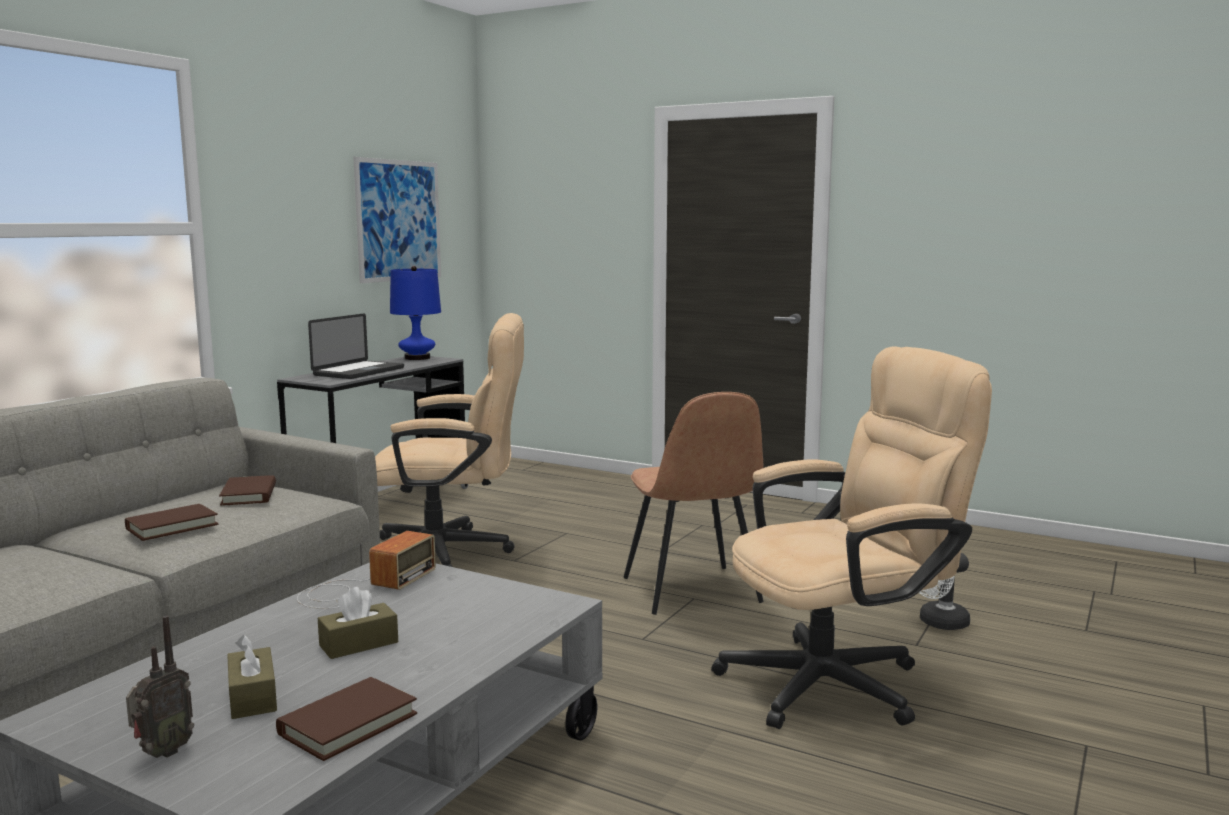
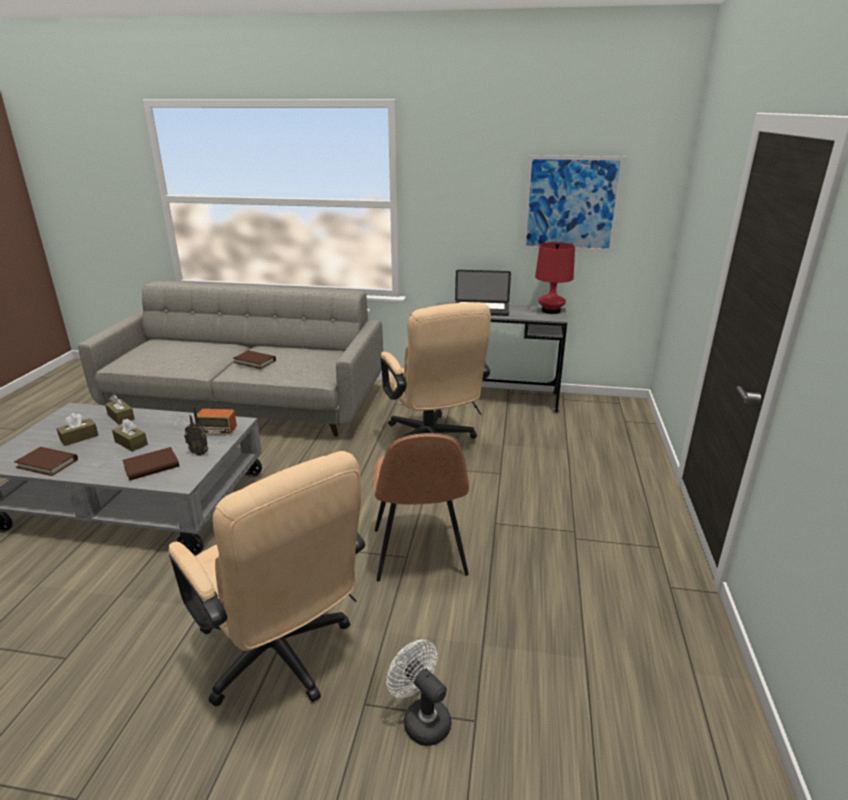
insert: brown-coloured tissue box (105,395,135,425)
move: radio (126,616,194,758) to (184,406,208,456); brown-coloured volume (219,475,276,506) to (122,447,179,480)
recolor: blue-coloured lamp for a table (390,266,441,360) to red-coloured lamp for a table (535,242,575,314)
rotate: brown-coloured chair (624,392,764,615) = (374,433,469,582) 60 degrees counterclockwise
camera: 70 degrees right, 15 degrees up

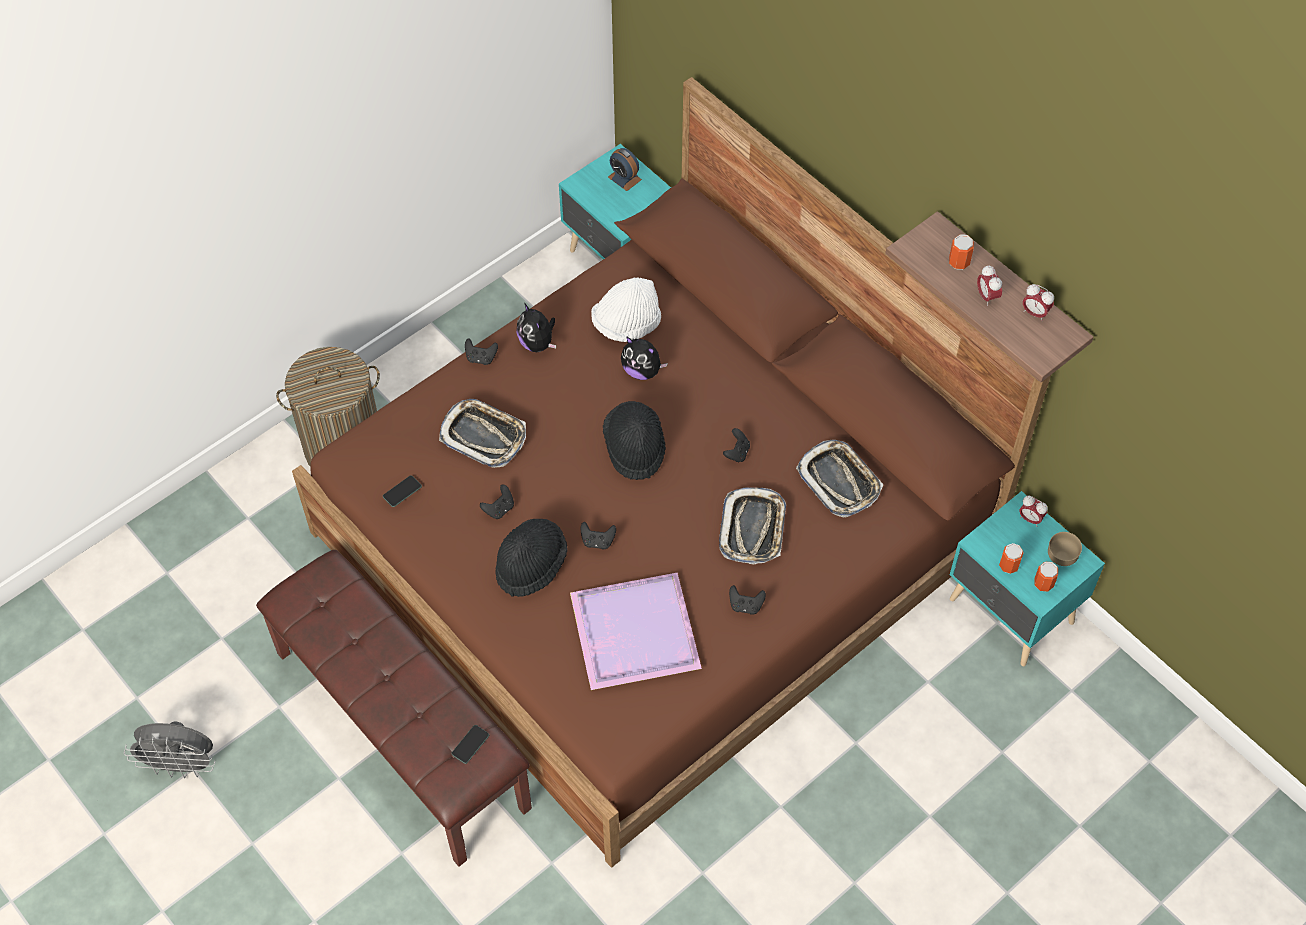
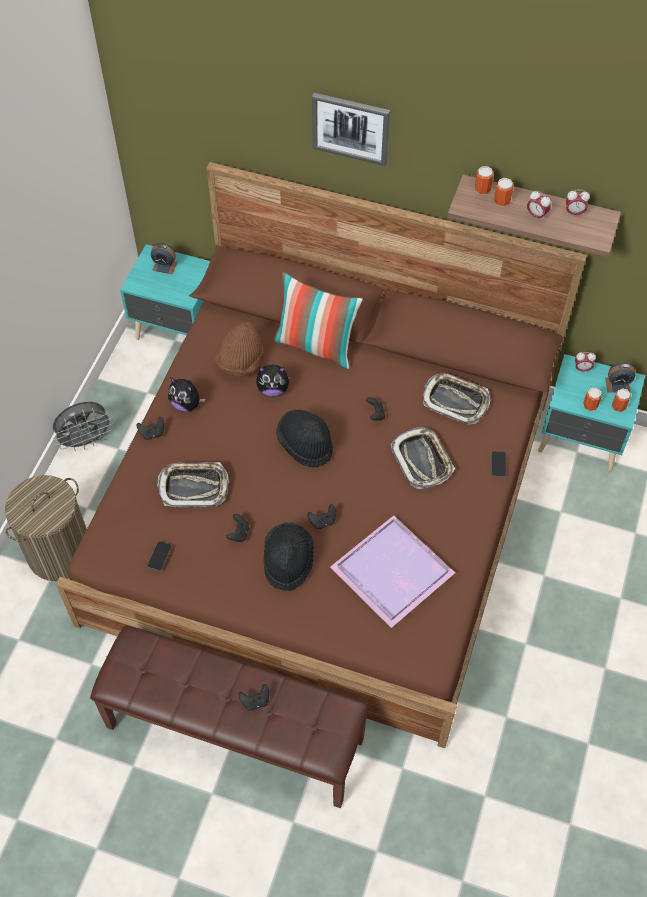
insert: throw pillow (273,272,363,369); picture (312,93,390,166); metal can (475,166,493,195)
move: greyish electric fan (124,722,215,778) to (53,402,114,452); handset (451,725,489,764) to (491,451,506,477); black gamepad (729,585,766,615) to (239,684,269,711)
replace: brown-coloured serving bowl (1048,532,1082,566) to bedside clock (605,362,636,393)
recolor: white wearable hat (591,277,661,342) to brown-coloured wearable hat (214,322,265,377)
camera: 30 degrees left, 0 degrees up

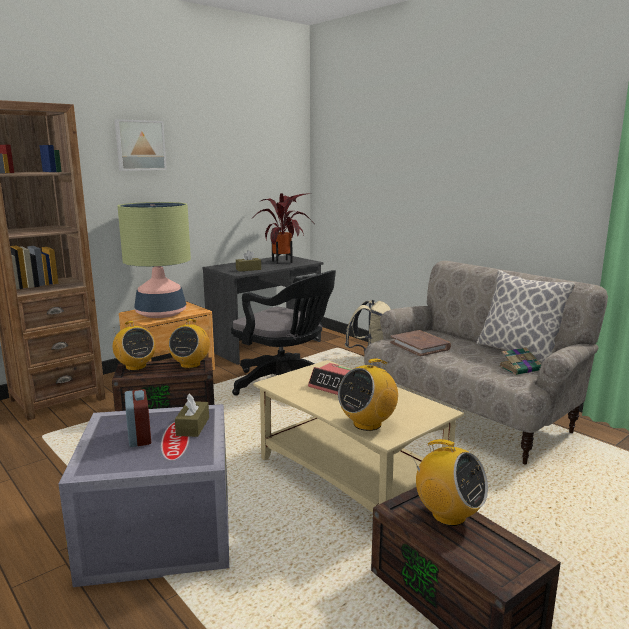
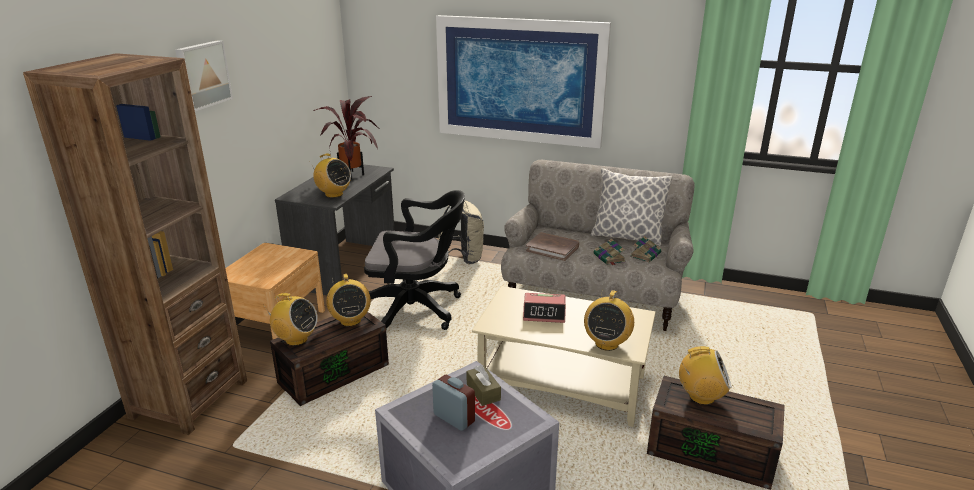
delete: lamp for a table (118,202,191,318)
insert: picture (436,15,611,148); volume (593,238,626,266)
replace: brown-coloured tissue box (236,250,261,272) to radio (313,154,351,198)
camera: 30 degrees left, 10 degrees up

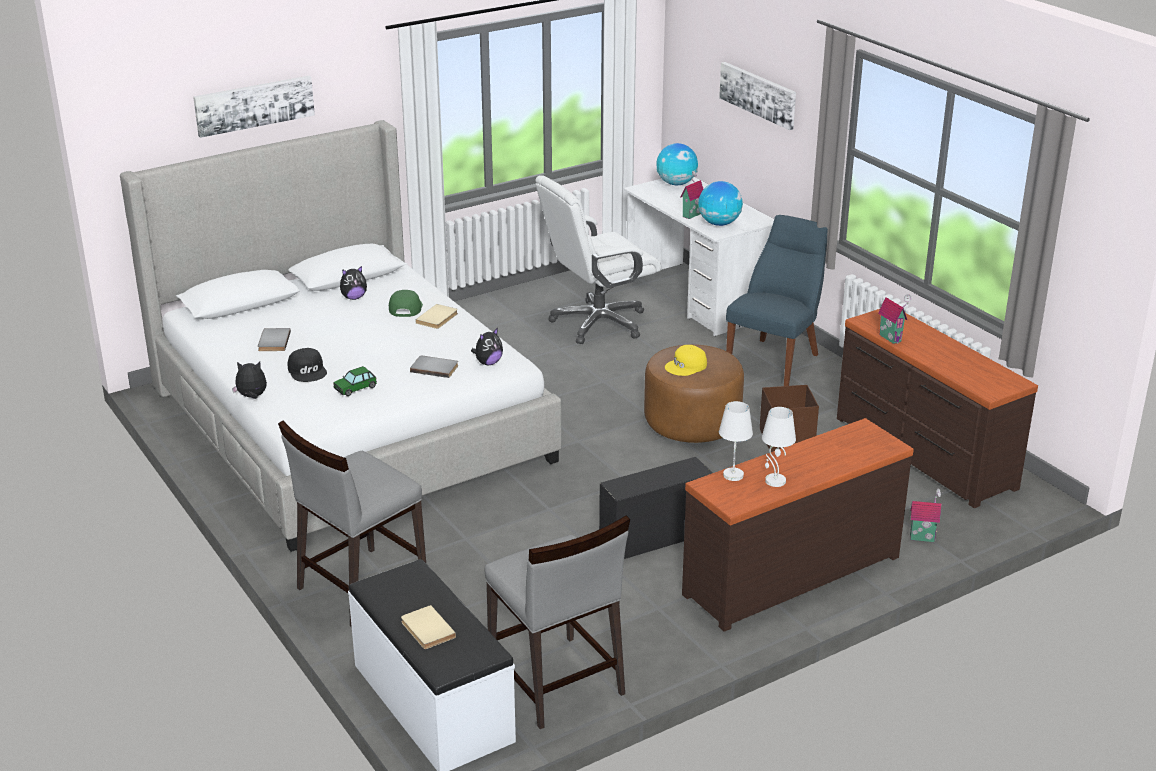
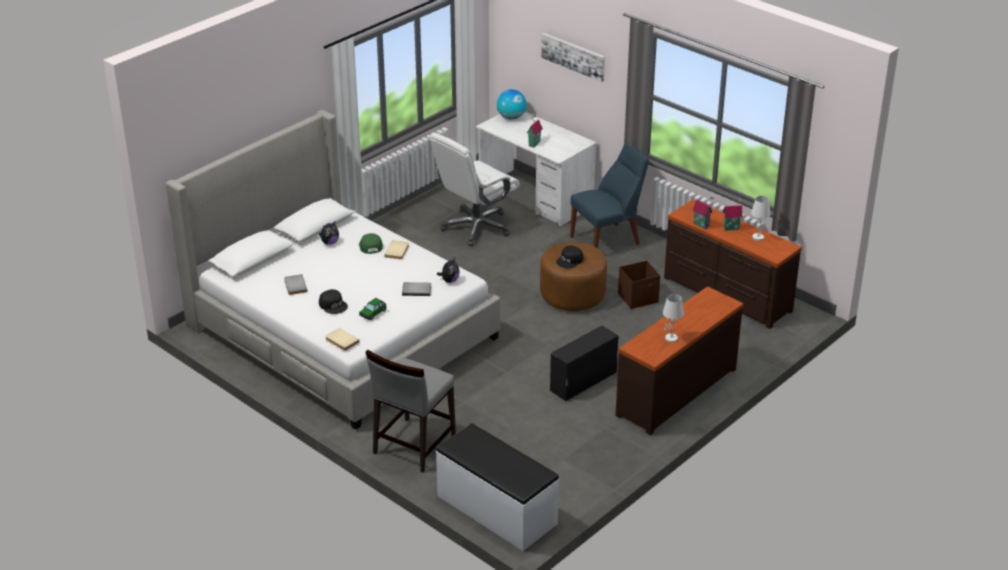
delete: picture (193,76,315,138); soft toy (232,362,267,399); greyish chair (485,515,630,729); globe (698,181,743,226)
move: sand-coloured volume (401,605,456,649) to (325,328,359,351); white lamp for a table (719,401,753,481) to (751,196,770,241); model house (910,488,943,542) to (723,197,742,231)
recolor: yellowish peaked cap (665,345,707,376) to black peaked cap (556,246,583,268)
rotate: blue-coloured chair (726,215,828,386) = (570,143,649,248) 45 degrees clockwise
camera: 15 degrees left, 5 degrees up

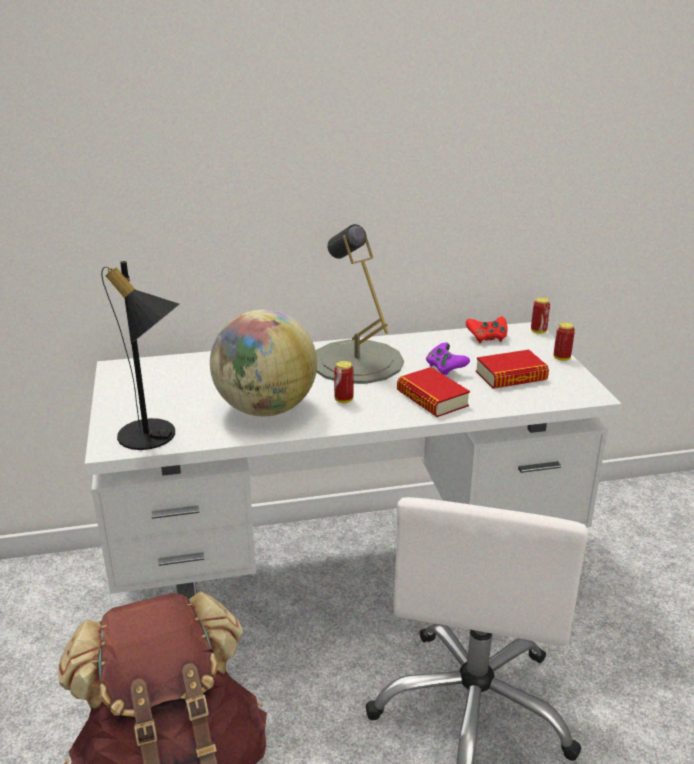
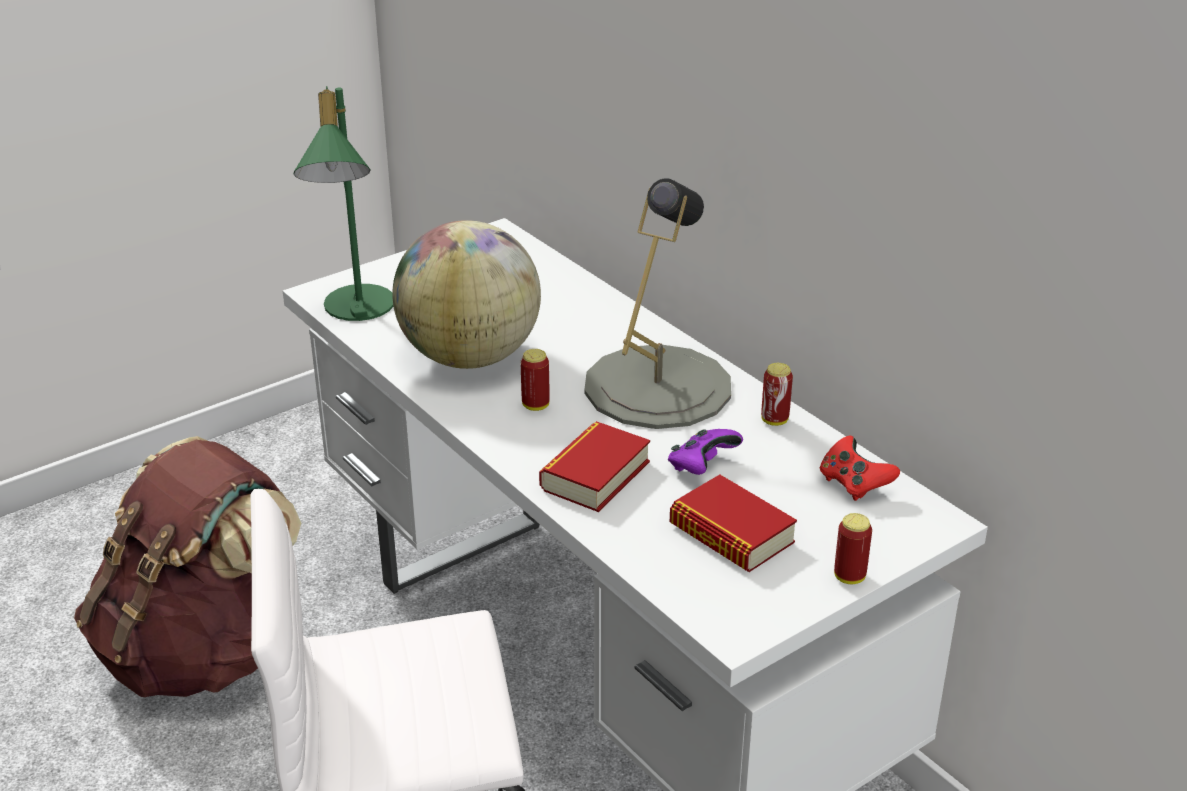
move: metal can (531,297,550,334) to (761,363,793,426)
recolor: black lamp for a table (101,261,179,450) to green-coloured lamp for a table (293,86,393,321)
camera: 65 degrees right, 5 degrees up

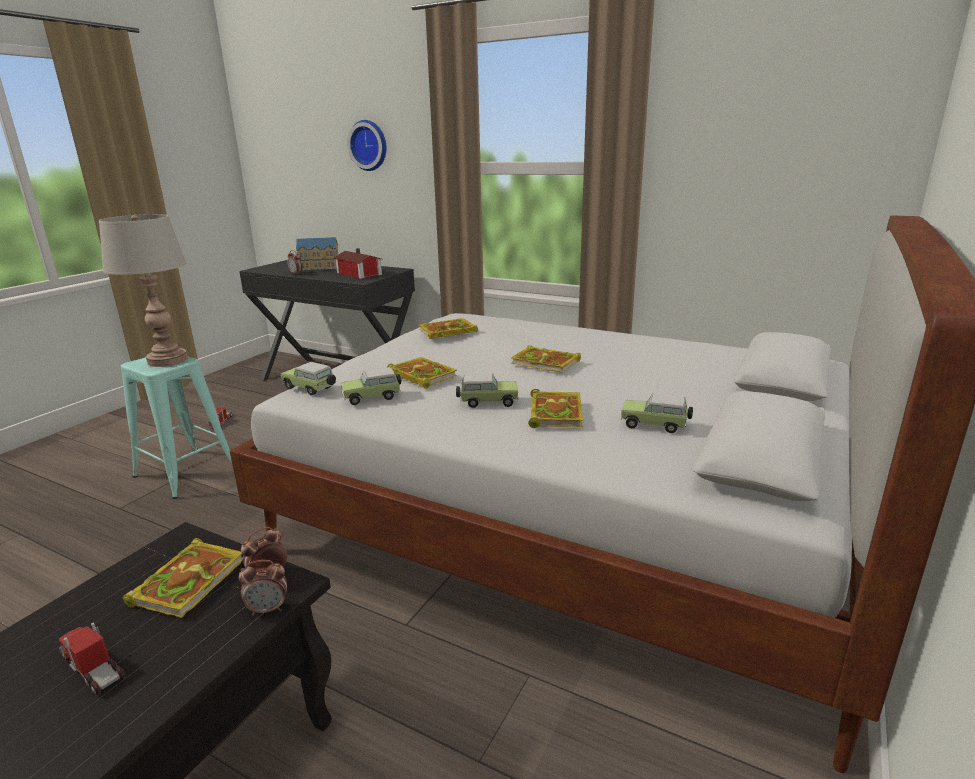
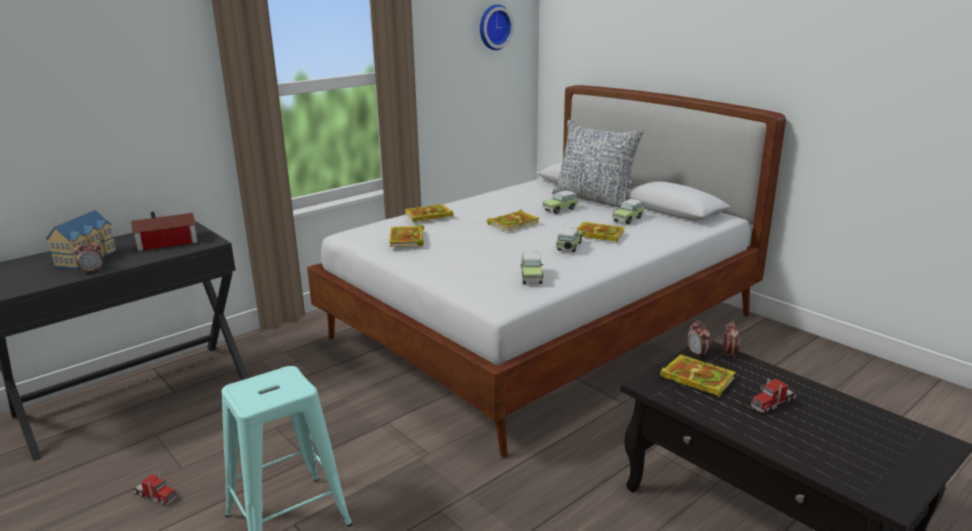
delete: greyish lamp for a table (99,214,188,367)
insert: throw pillow (552,120,644,208)
move: miniature car (280,362,336,395) to (543,190,578,214); clock on the wall (347,120,386,171) to (480,4,514,50); volume (387,357,457,389) to (405,204,454,222)
camera: 70 degrees left, 0 degrees up

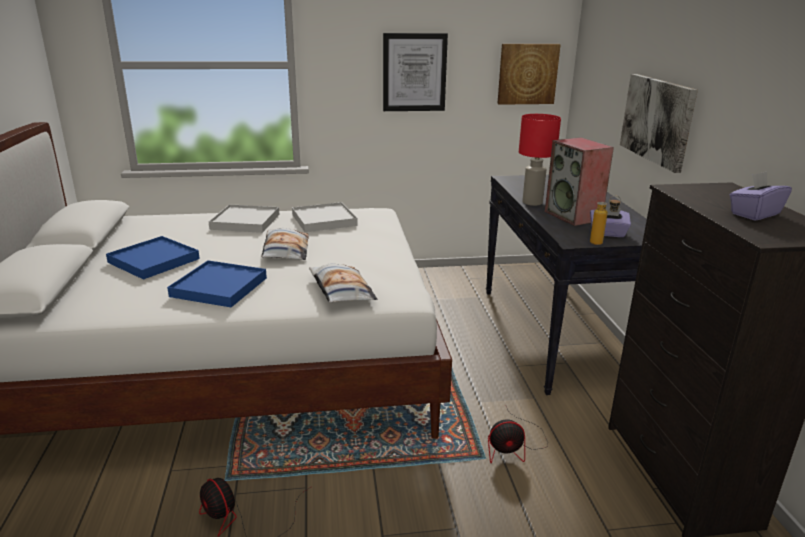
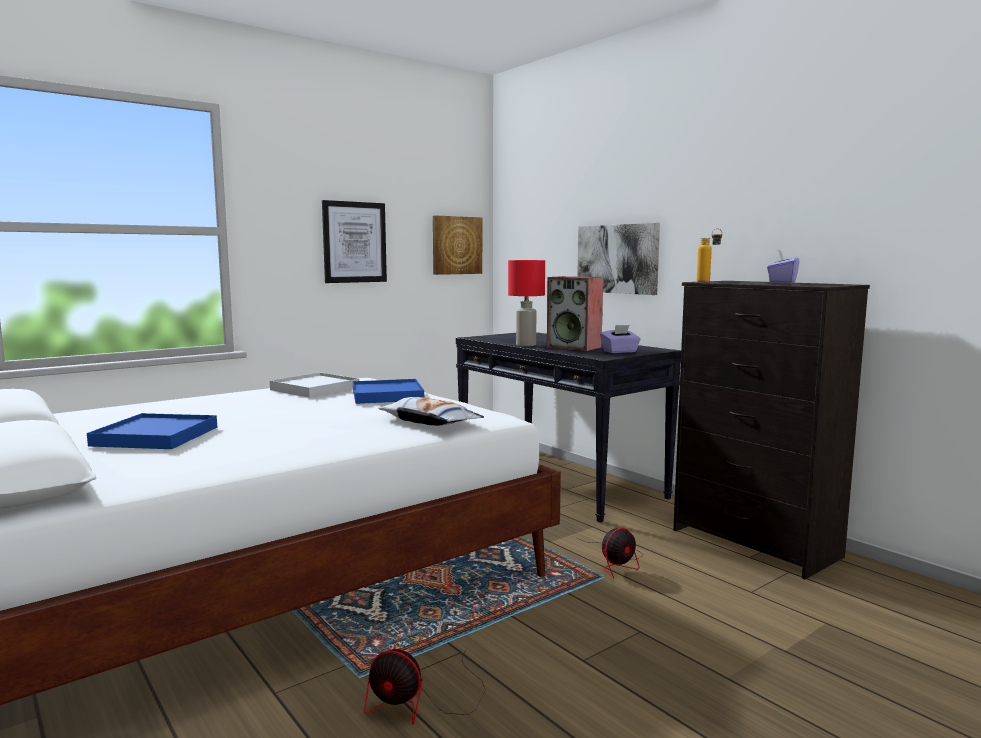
delete: white serving tray (209,204,280,233); throw pillow (261,228,309,260)
move: blue-coloured serving tray (167,260,267,307) to (353,379,424,404); drink bottle (590,196,621,245) to (697,228,722,282)
camera: 30 degrees left, 15 degrees down

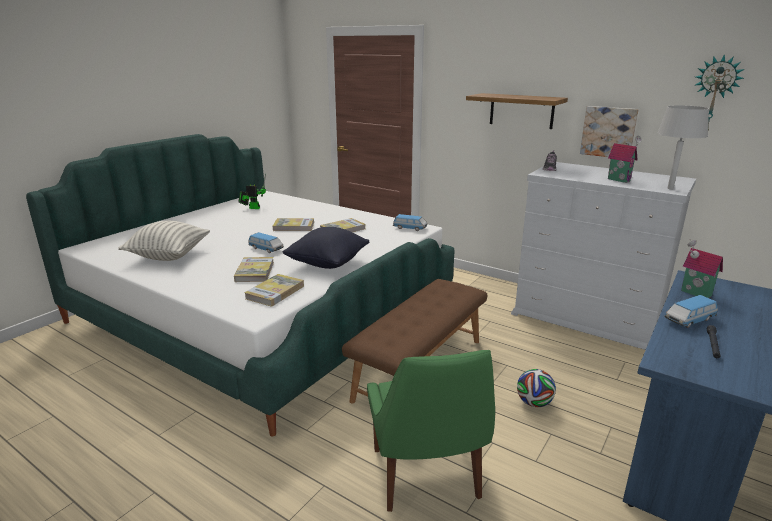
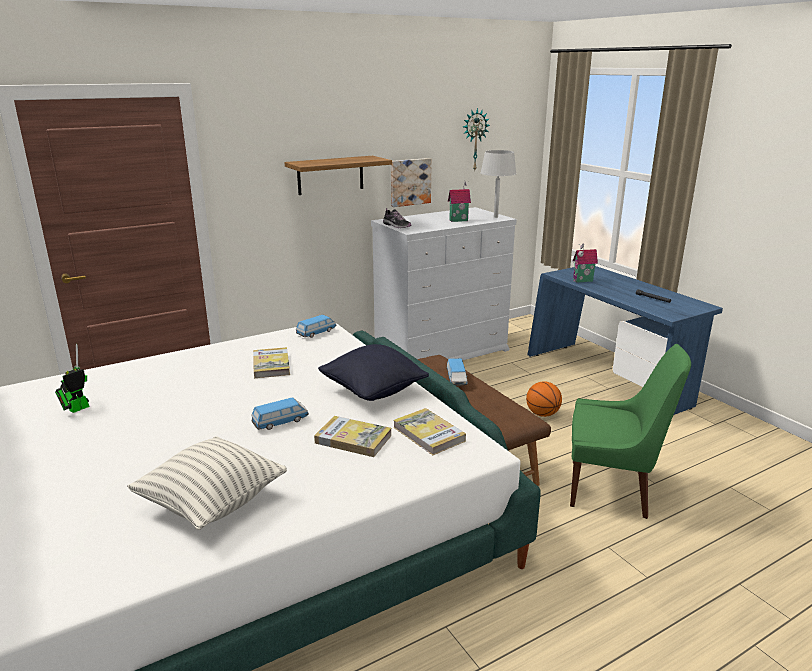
delete: volume (273,218,314,231)
move: miniature car (664,295,718,328) to (446,358,468,385)
replace: ball for football (517,369,556,407) to basketball ball (526,381,562,417)
camera: 65 degrees left, 0 degrees up

